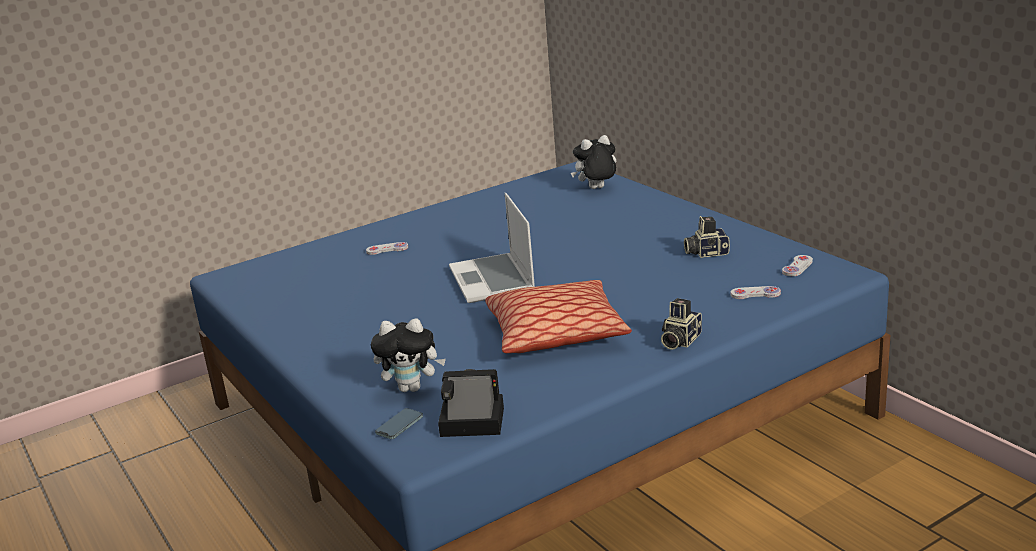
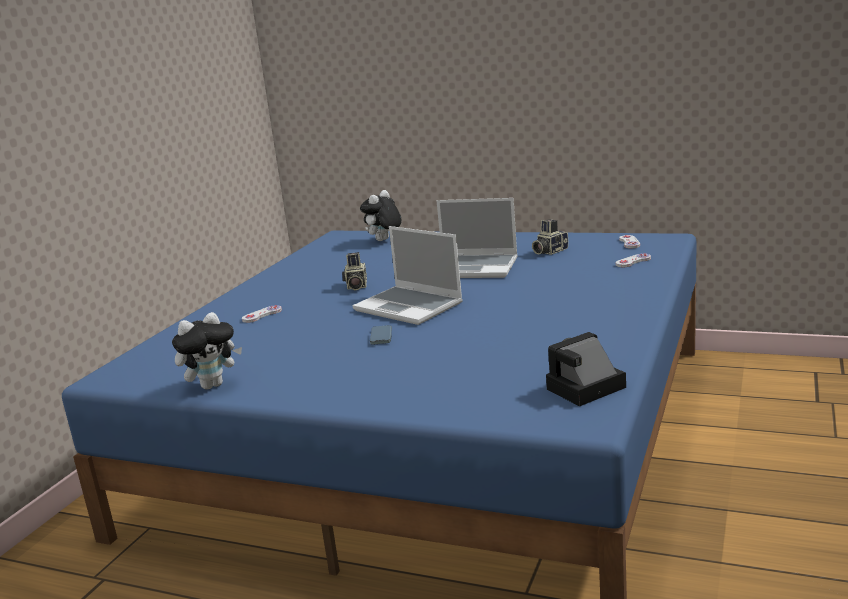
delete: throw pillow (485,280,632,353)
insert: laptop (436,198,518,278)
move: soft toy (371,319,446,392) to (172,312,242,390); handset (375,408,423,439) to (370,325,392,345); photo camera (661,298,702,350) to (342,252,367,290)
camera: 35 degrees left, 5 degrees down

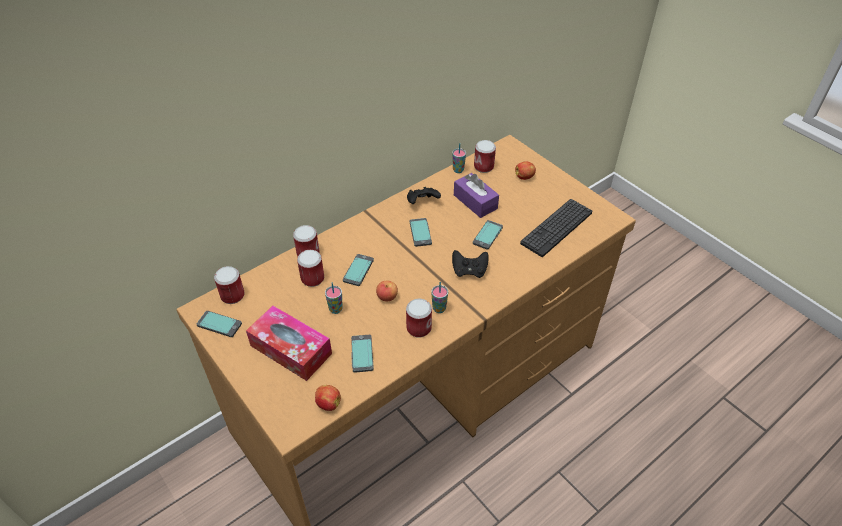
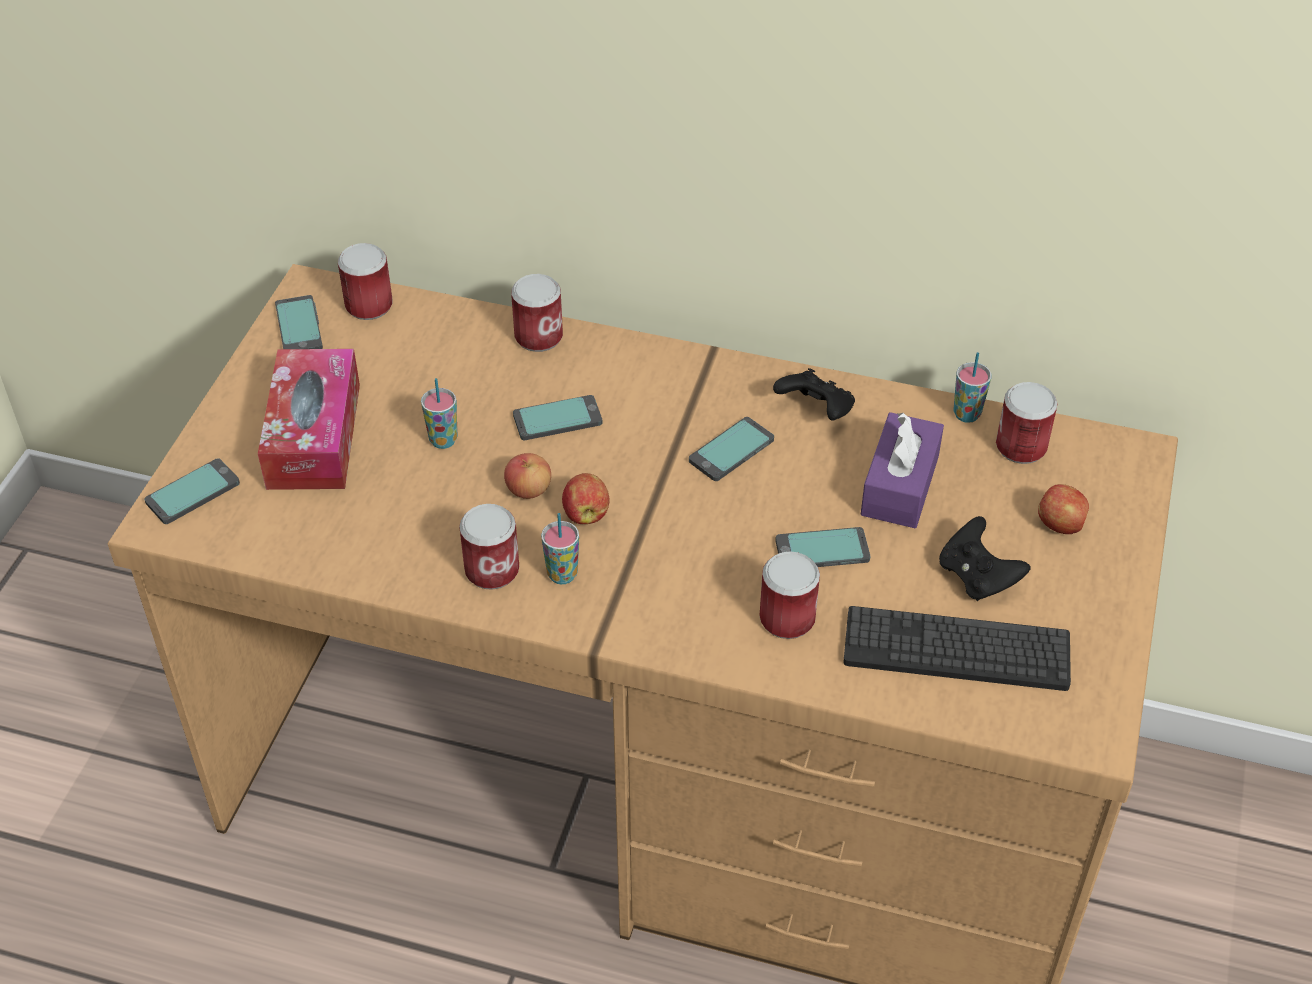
move: metal can (297,250,324,287) to (759,551,820,639); apple fruit (315,385,341,411) to (562,473,610,524); handset (351,335,374,373) to (144,458,240,524); black gamepad (452,250,489,278) to (939,516,1031,601)
camera: 55 degrees right, 0 degrees up

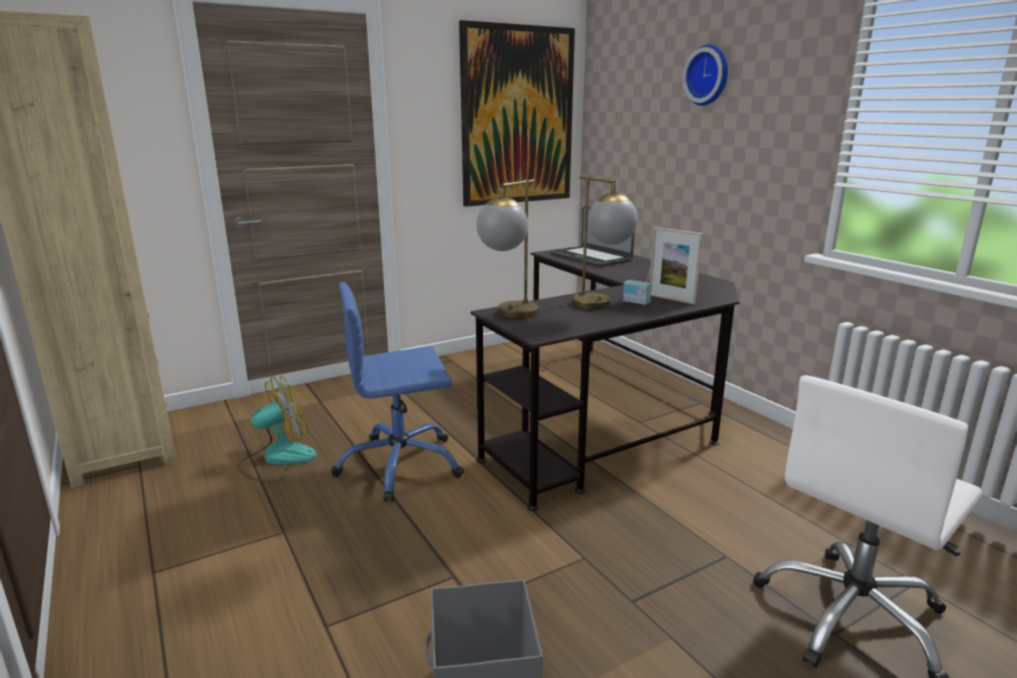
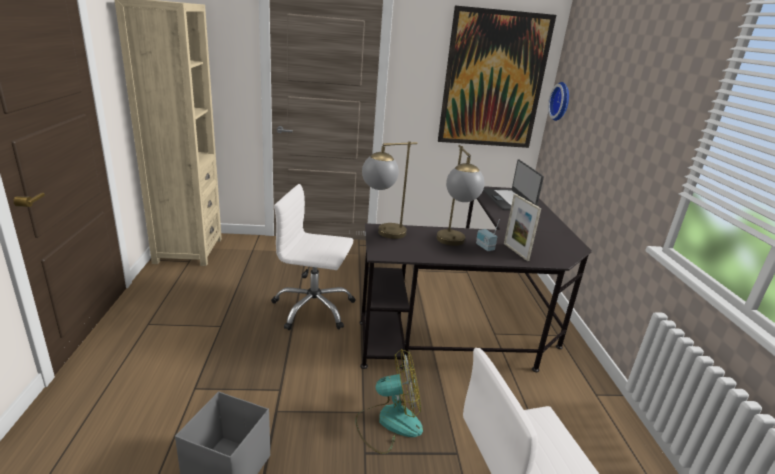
move: electric fan (237,375,317,482) to (355,349,423,454); clock on the wall (683,44,728,106) to (548,82,569,121)
recolor: blue-coloured office chair (331,282,464,502) to white office chair (271,184,356,330)
camera: 25 degrees right, 5 degrees up

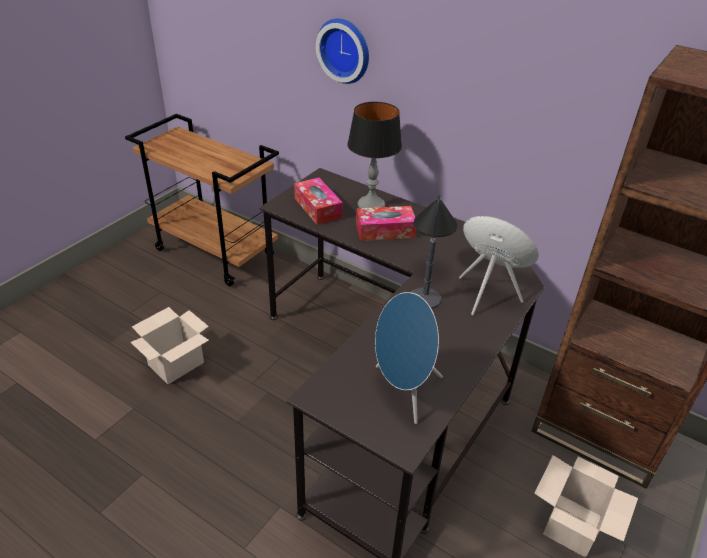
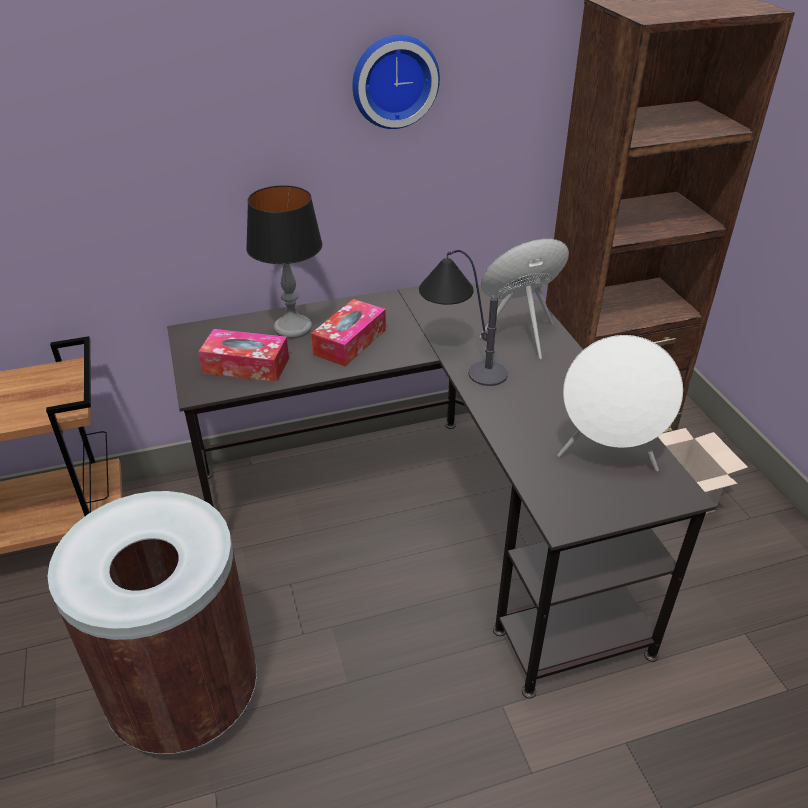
move: clock on the wall (316,19,369,84) to (352,35,440,129)
replace: cardboard box (131,307,209,384) to brown-coloured trash can (47,491,257,754)
recolor: blue-coloured audio speaker (375,292,443,424) to white audio speaker (557,335,683,472)
camera: 50 degrees left, 0 degrees up

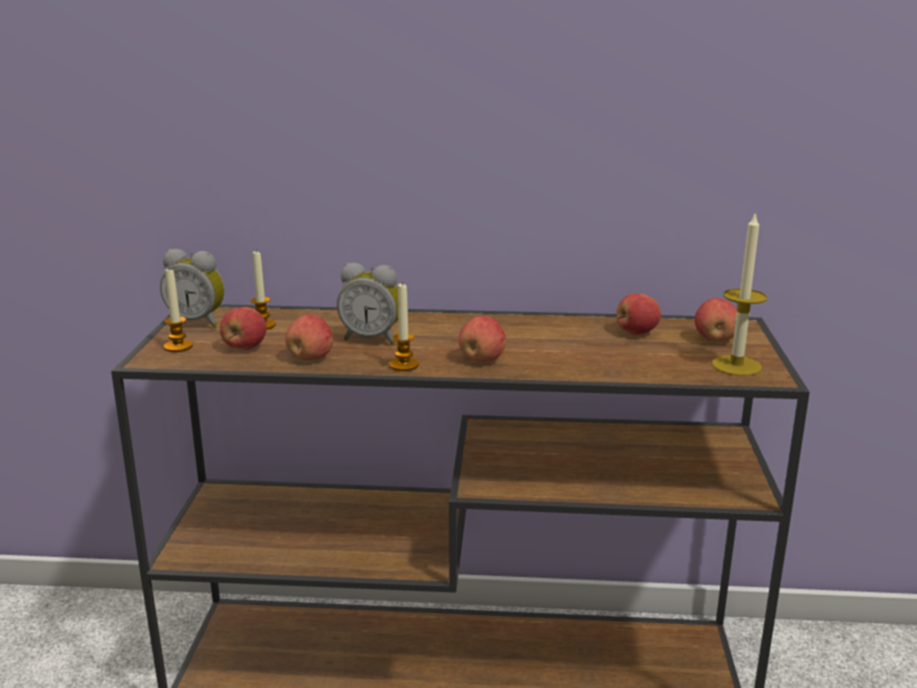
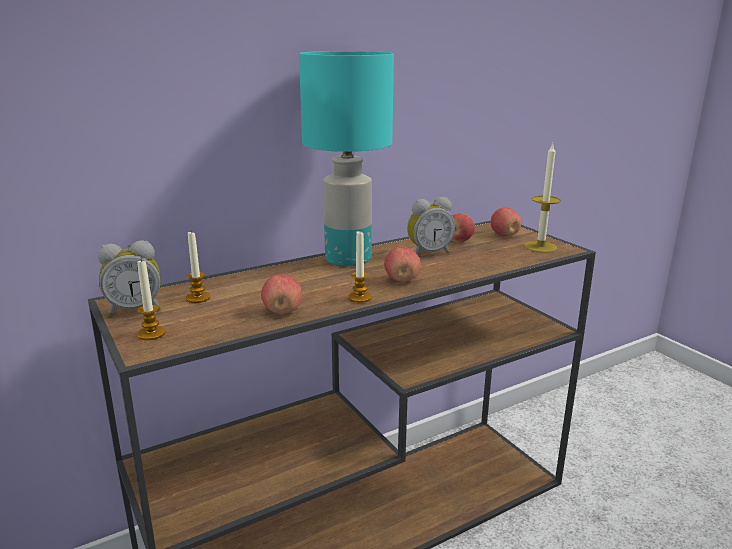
delete: apple fruit (220,307,267,350)
insert: blue-green lamp for a table (299,51,394,267)
move: bedside clock (337,263,398,345) to (407,197,455,255)
camera: 35 degrees left, 0 degrees up

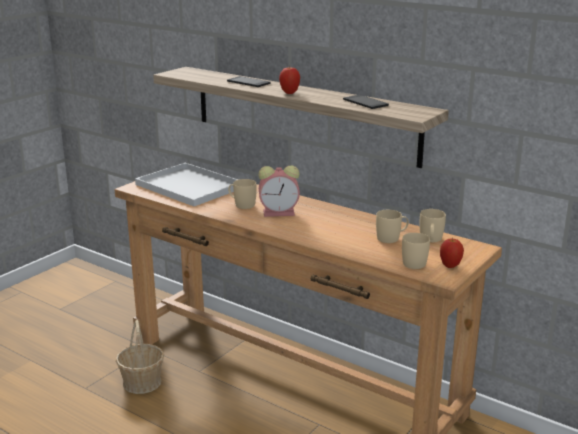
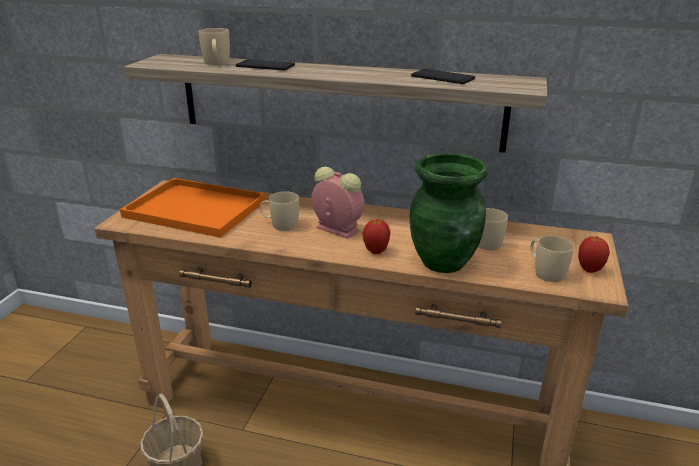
insert: green-coloured vase (410,153,488,273)
move: apple fruit (279,68,300,94) to (363,219,391,254); sand-coloured coffee mug (420,209,446,242) to (199,28,230,65)
recolor: white serving tray (135,163,238,206) to orangey serving tray (120,178,266,238)
rotate: bedside clock (259,166,300,217) = (311,166,365,239) 120 degrees counterclockwise
camera: 20 degrees left, 5 degrees up

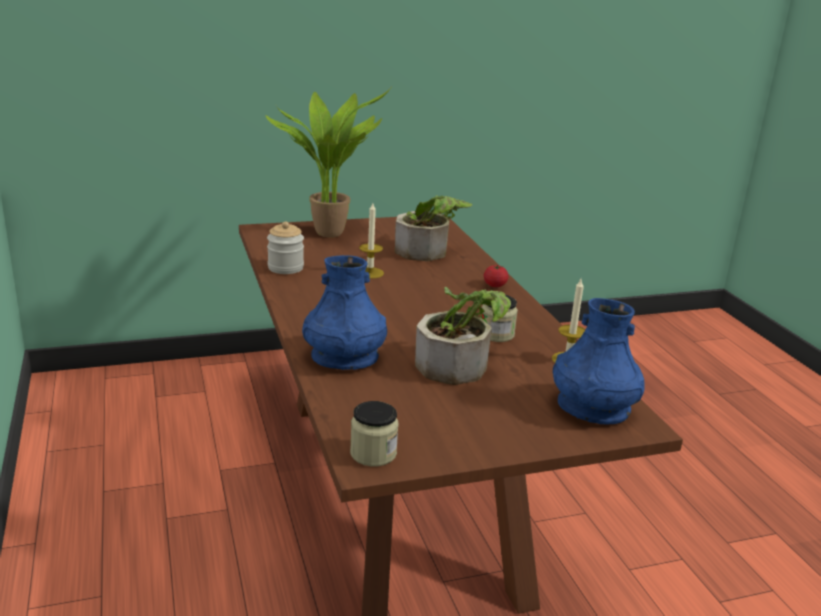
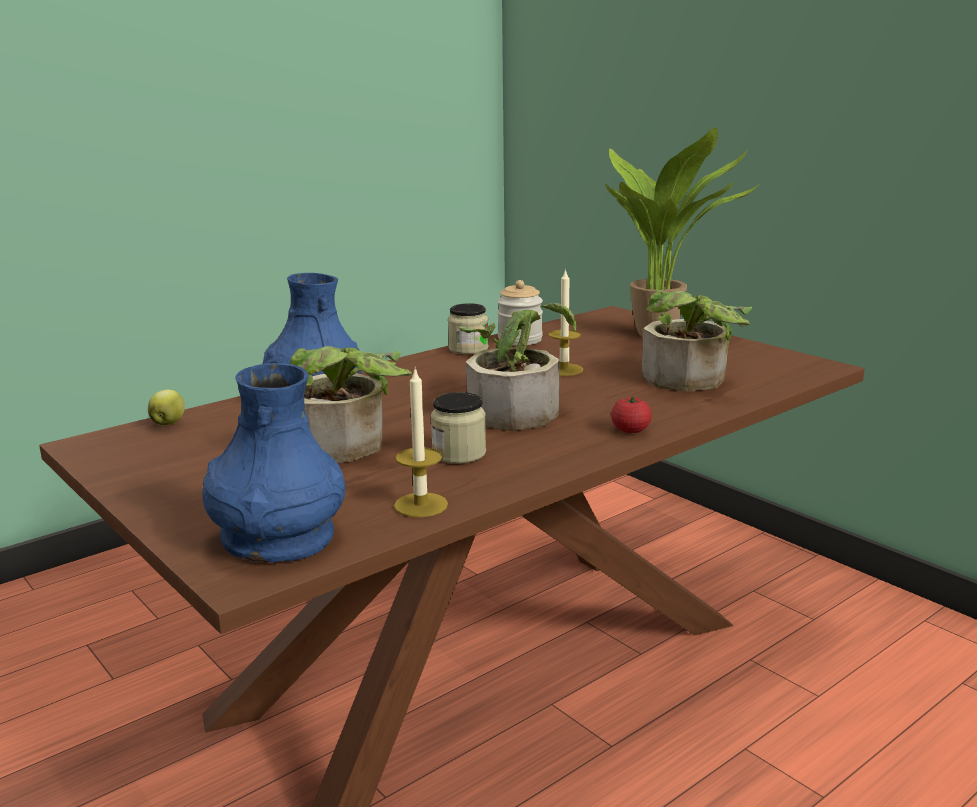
insert: apple fruit (148,390,185,425); plant in a pot (459,303,577,431)
move: jar (350,401,399,467) to (448,303,489,354)
camera: 70 degrees right, 5 degrees down

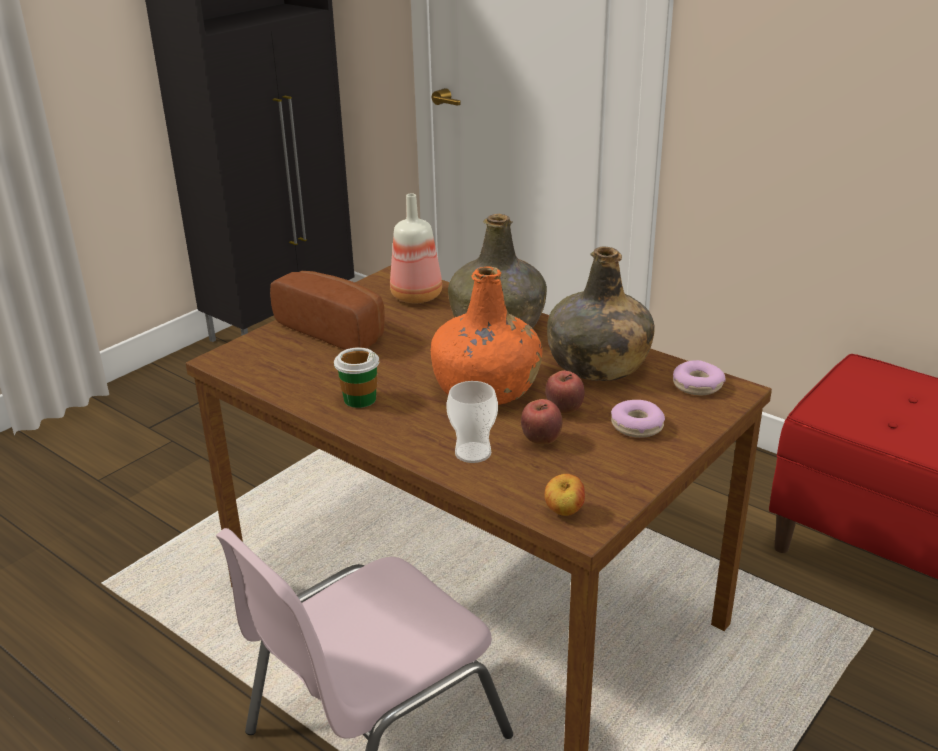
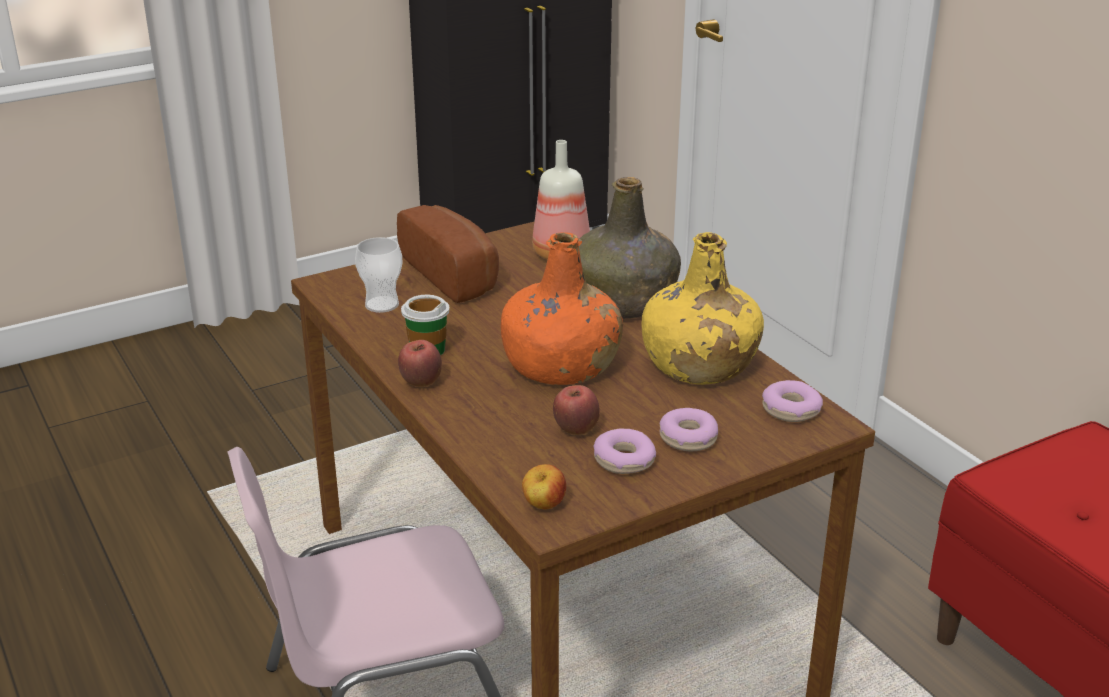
insert: doughnut (594,428,656,474)
move: drinking cup (446,381,498,463) to (355,237,403,313); apple fruit (545,370,585,414) to (398,340,442,387)
recolor: green-coloured drink bottle (547,247,654,381) to yellowish drink bottle (642,232,764,385)
camera: 20 degrees right, 0 degrees up

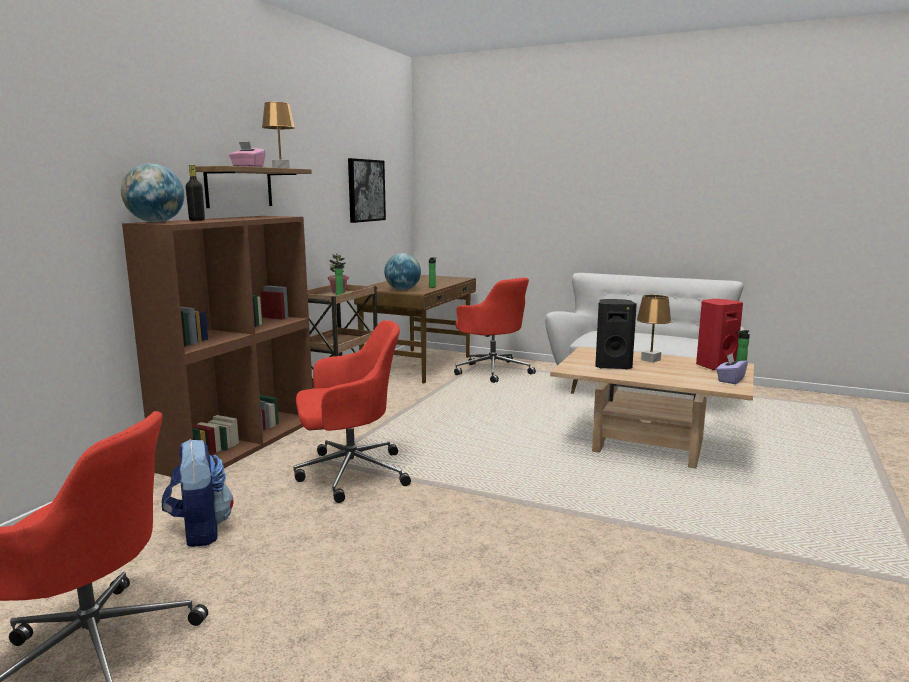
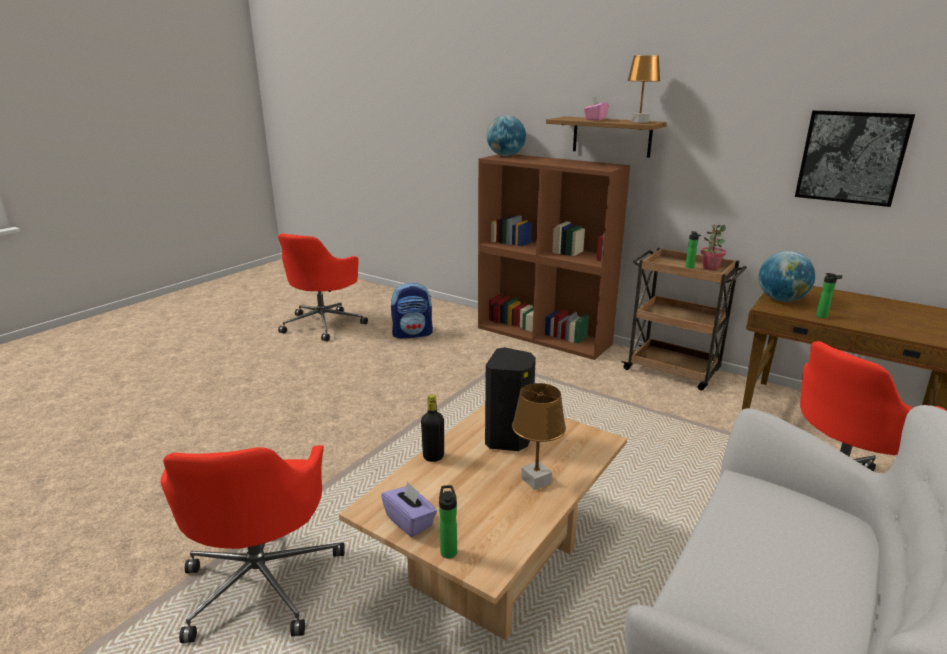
delete: red-coloured audio speaker (696,299,743,370)
move: black drink bottle (186,165,205,221) to (421,395,444,462); red-coloured office chair (293,320,411,503) to (161,445,345,643)
camera: 100 degrees right, 10 degrees up

